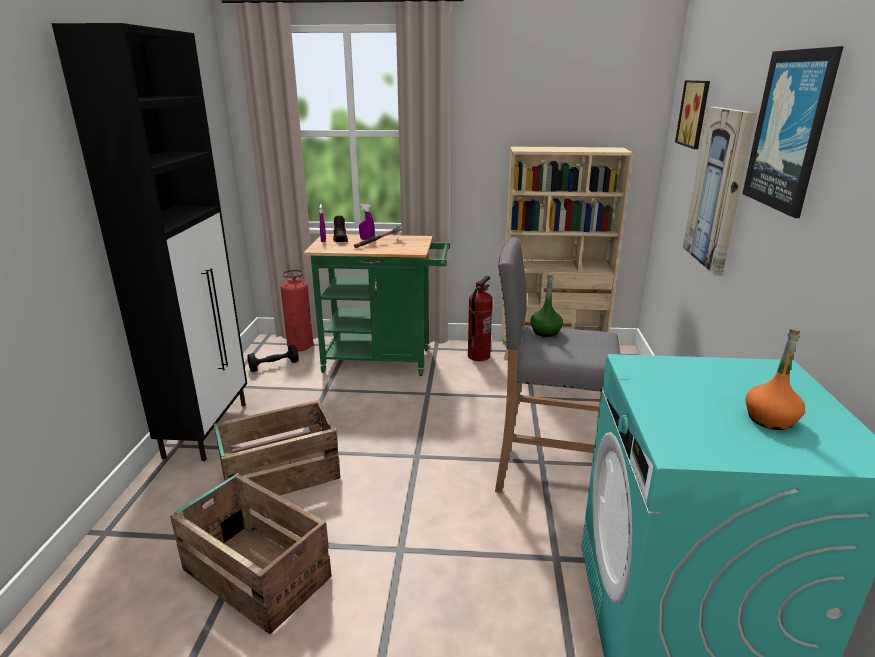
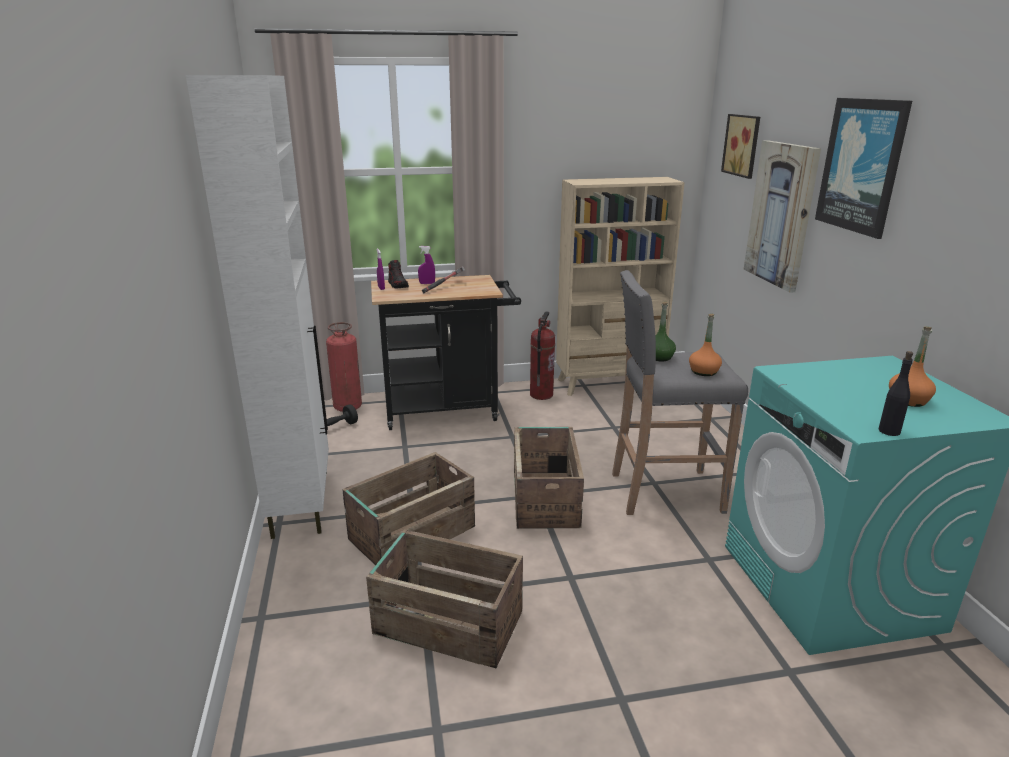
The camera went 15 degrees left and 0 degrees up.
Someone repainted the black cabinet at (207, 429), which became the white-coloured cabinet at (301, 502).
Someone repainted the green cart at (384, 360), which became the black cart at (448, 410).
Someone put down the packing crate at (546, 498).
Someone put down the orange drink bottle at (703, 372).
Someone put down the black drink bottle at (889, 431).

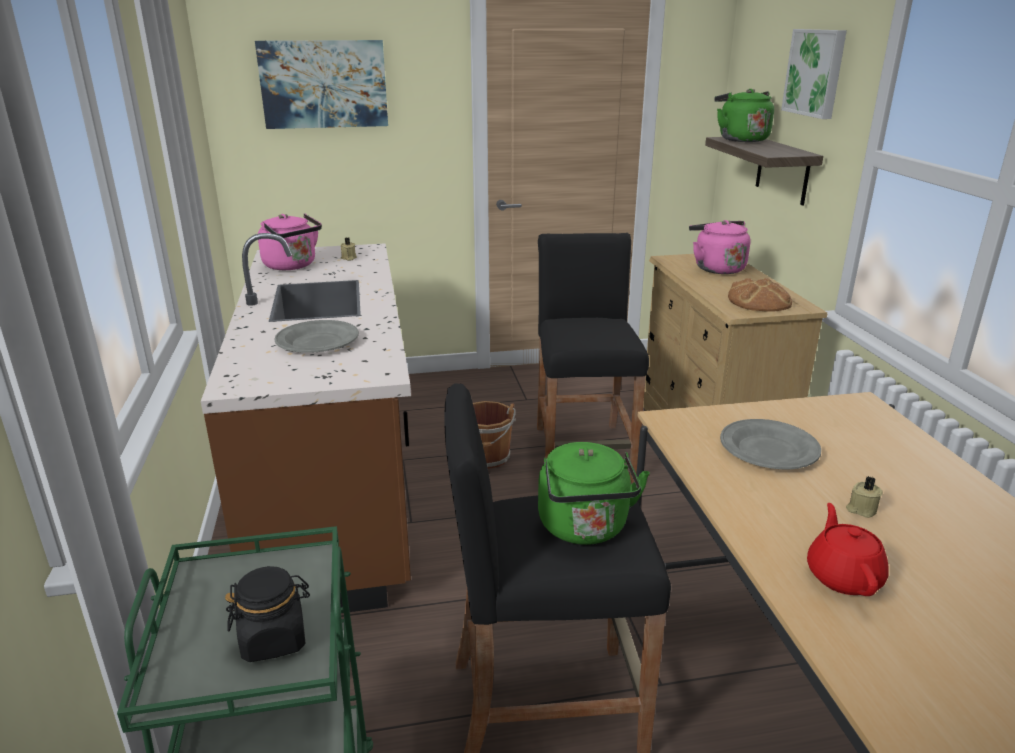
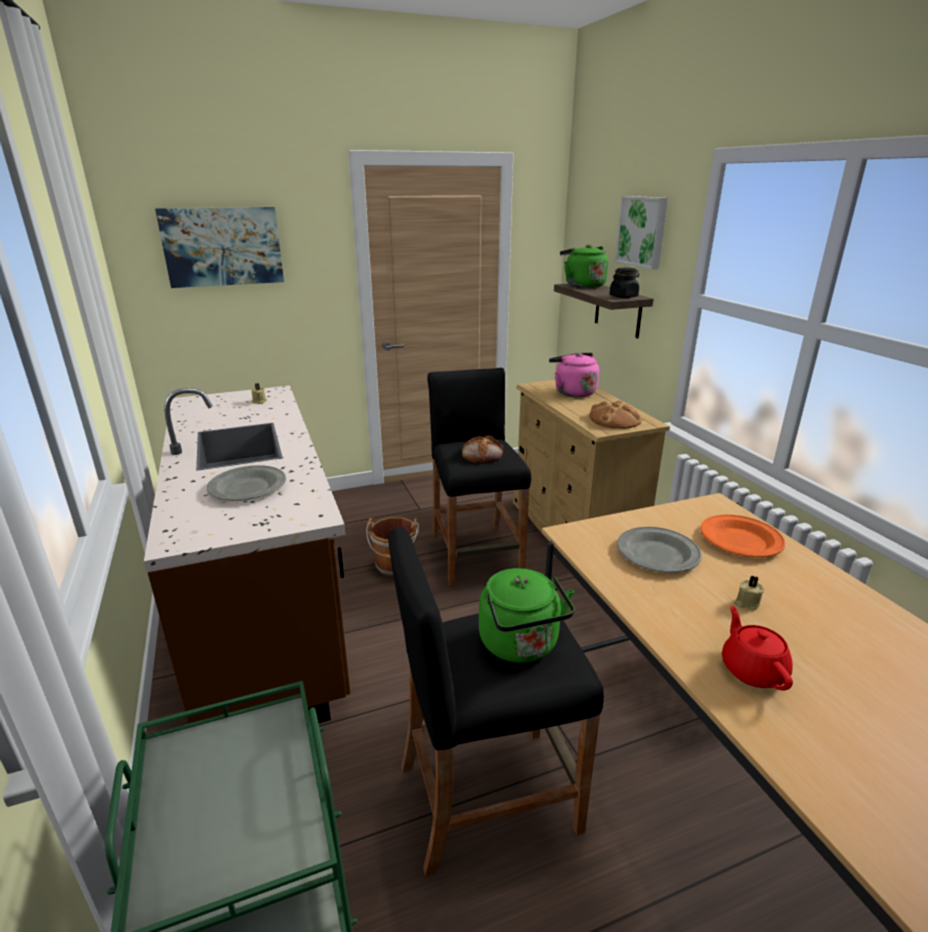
The camera went 10 degrees left and 0 degrees up.
Someone put down the bakery bread at (483, 454).
Someone carried the black jar from (274, 639) to (623, 296).
Someone put down the orange flat dish at (741, 540).
Someone took away the pink tea kettle at (292, 266).

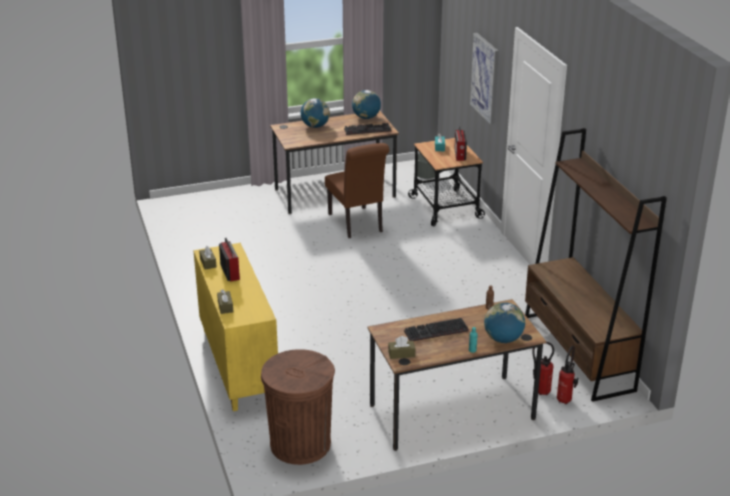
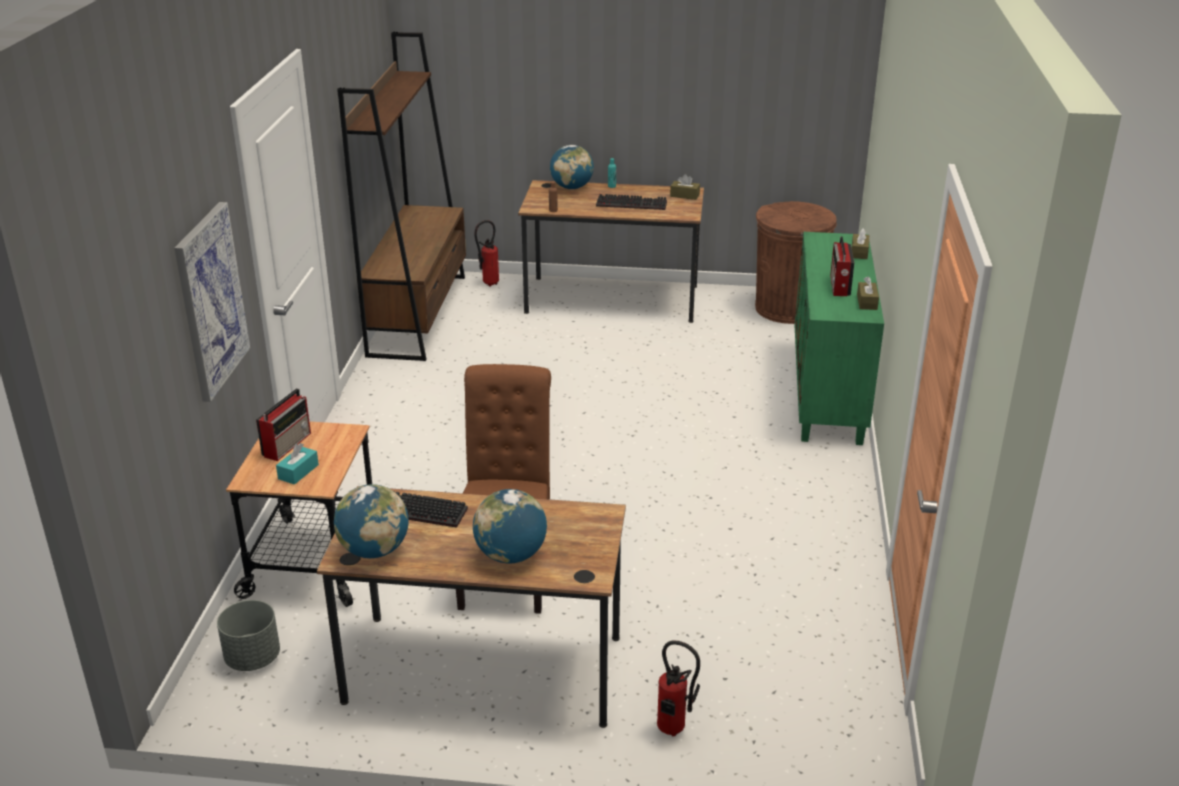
The camera went 155 degrees left and 0 degrees up.
Someone carried the fire extinguisher from (540, 391) to (674, 731).
Someone repainted the yellow-coloured cabinet at (237, 364), which became the green cabinet at (828, 393).

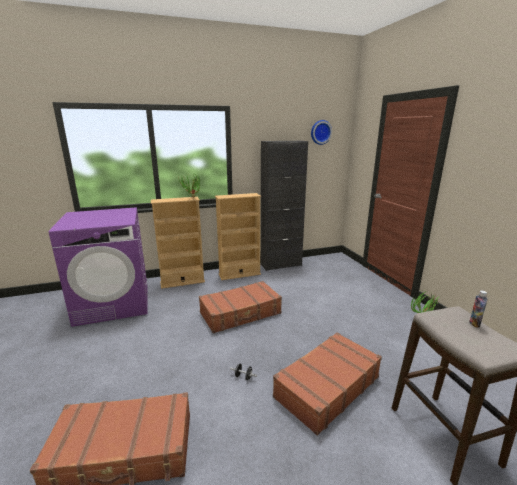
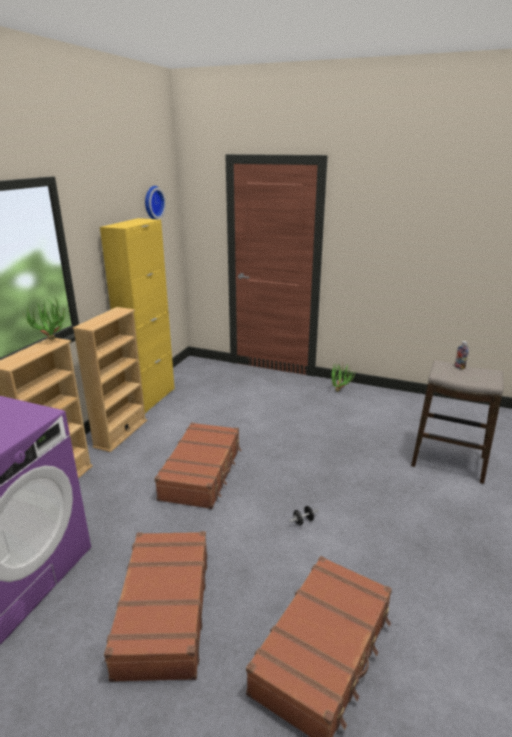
The camera went 50 degrees left and 5 degrees up.
Someone repainted the black cabinet at (281, 265), which became the yellow-coloured cabinet at (150, 398).
Someone carried the brown-coloured suitcase from (326, 387) to (163, 611).

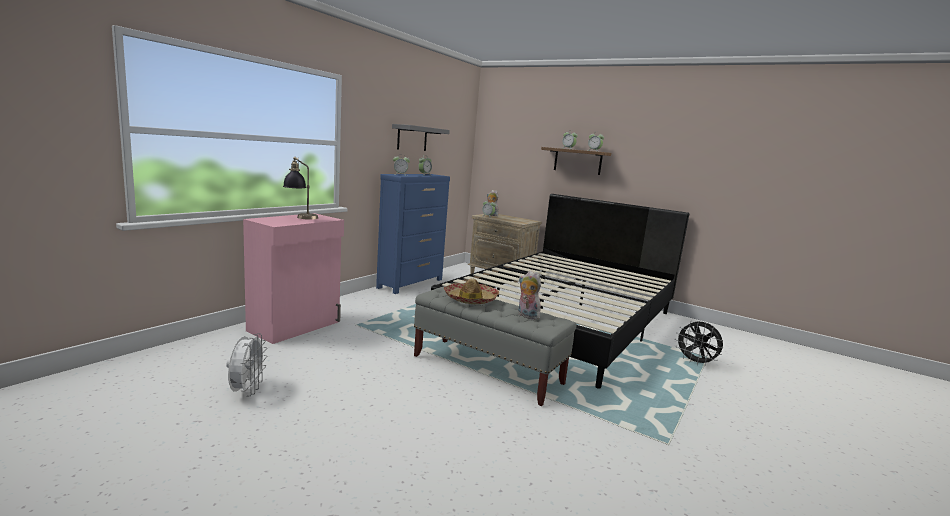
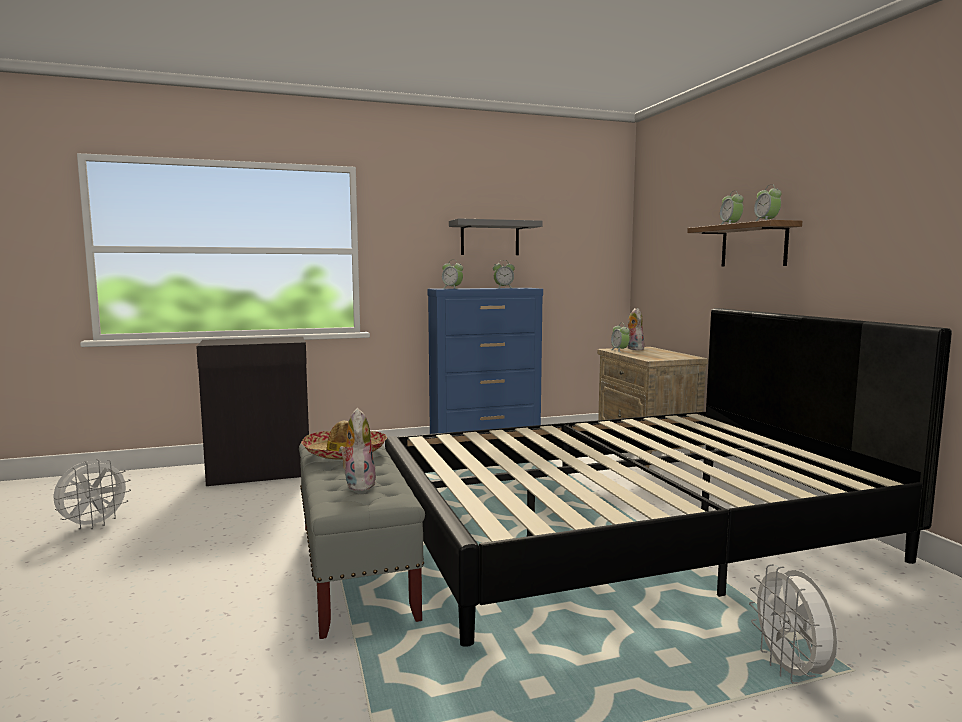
The camera went 40 degrees right and 5 degrees down.
Someone repainted the pink cabinet at (296, 326), which became the black cabinet at (260, 473).
Someone repainted the black cooling fan at (696, 362), which became the white-coloured cooling fan at (791, 672).
Someone took away the tabletop lamp at (301, 218).

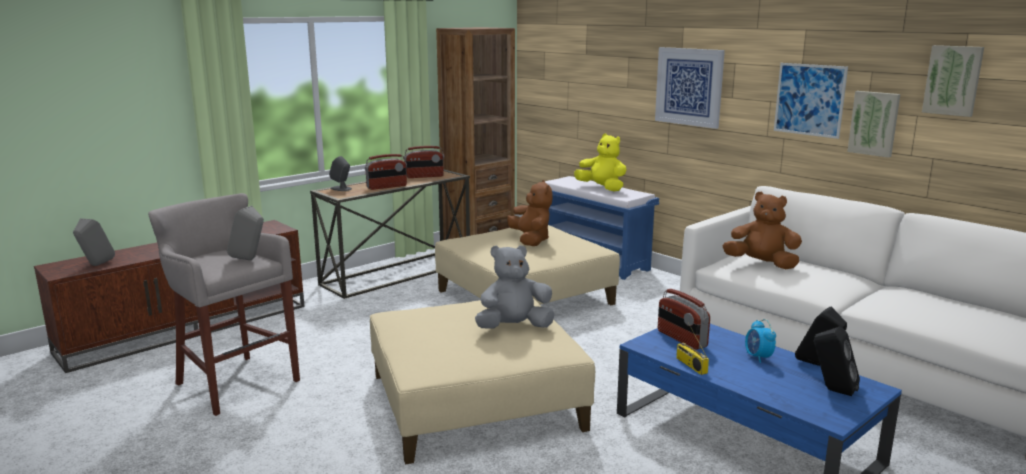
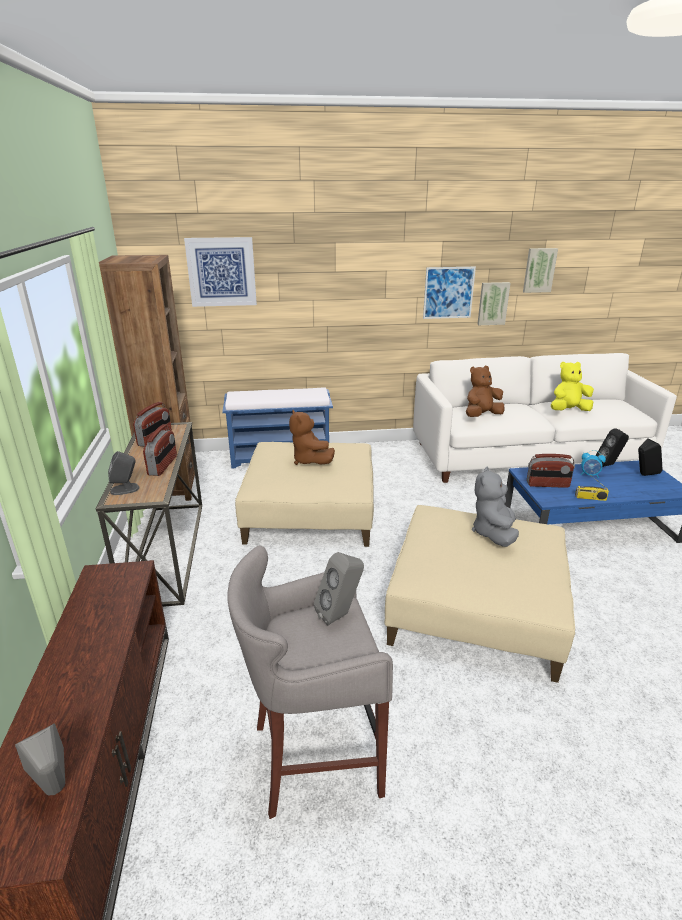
The camera went 55 degrees left and 10 degrees up.
Someone carried the picture from (689, 86) to (221, 272).
Someone rotated the brown-coloured soft toy at (531, 240) by 135 degrees counterclockwise.
Someone carried the yellow-coloured soft toy from (602, 188) to (568, 411).

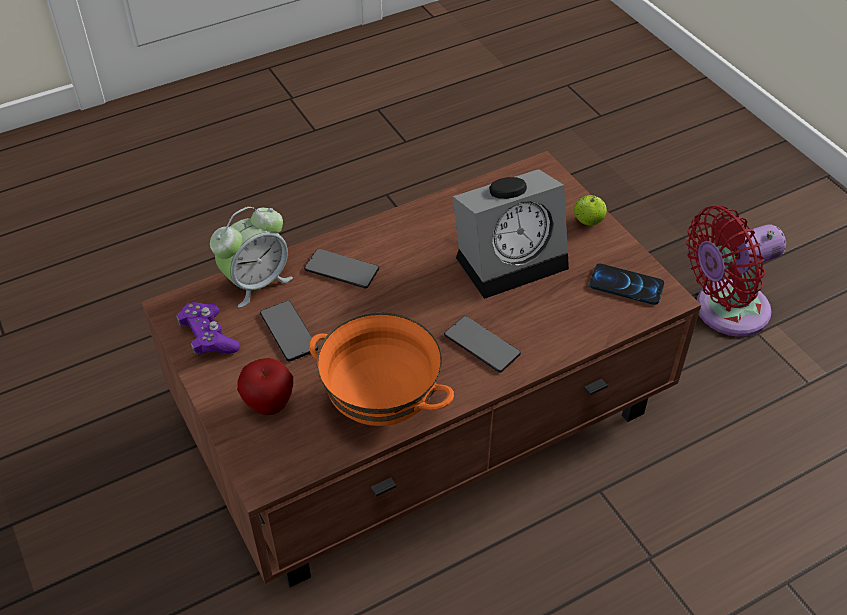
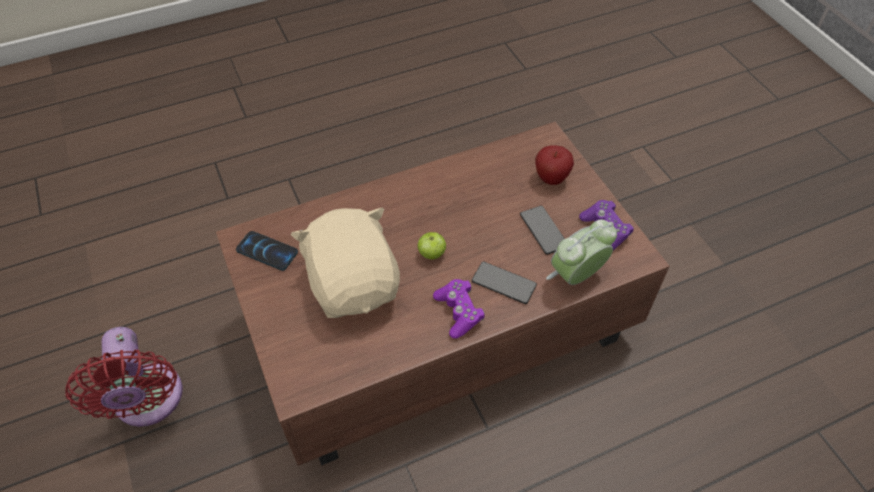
The camera went 175 degrees left and 5 degrees up.
Someone rotated the reddish cooling fan at (725, 311) by 90 degrees clockwise.
Someone swapped the table clock at (512, 258) for the sand-coloured soft toy at (354, 284).
Someone carried the whole apple from (588, 222) to (431, 254).
Someone put down the purple joypad at (459, 312).
Someone took away the orange deep dish at (380, 406).
Someone took away the handset at (482, 345).

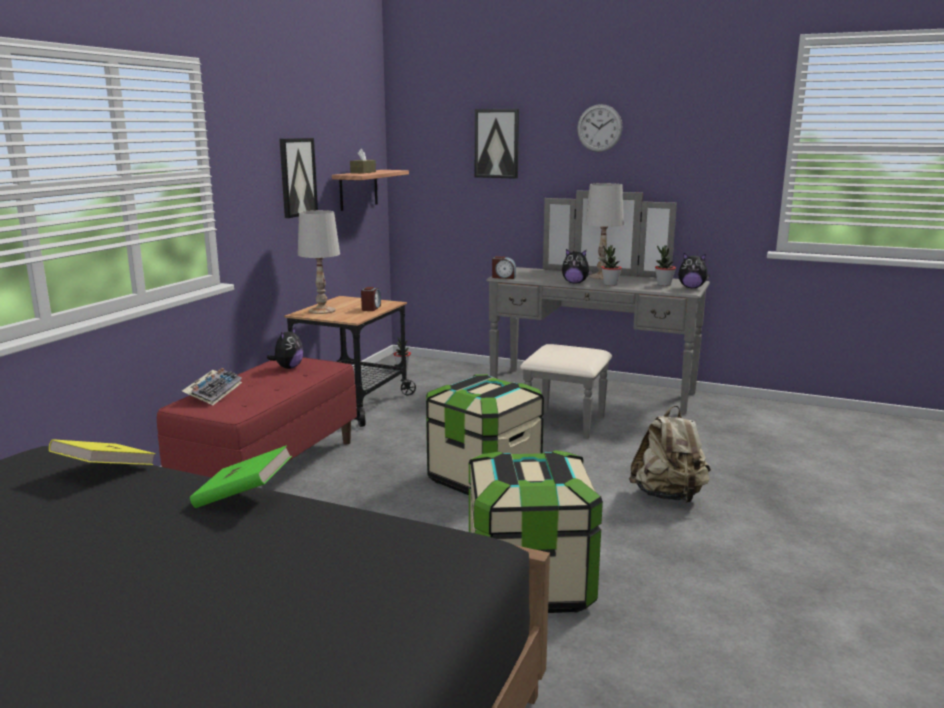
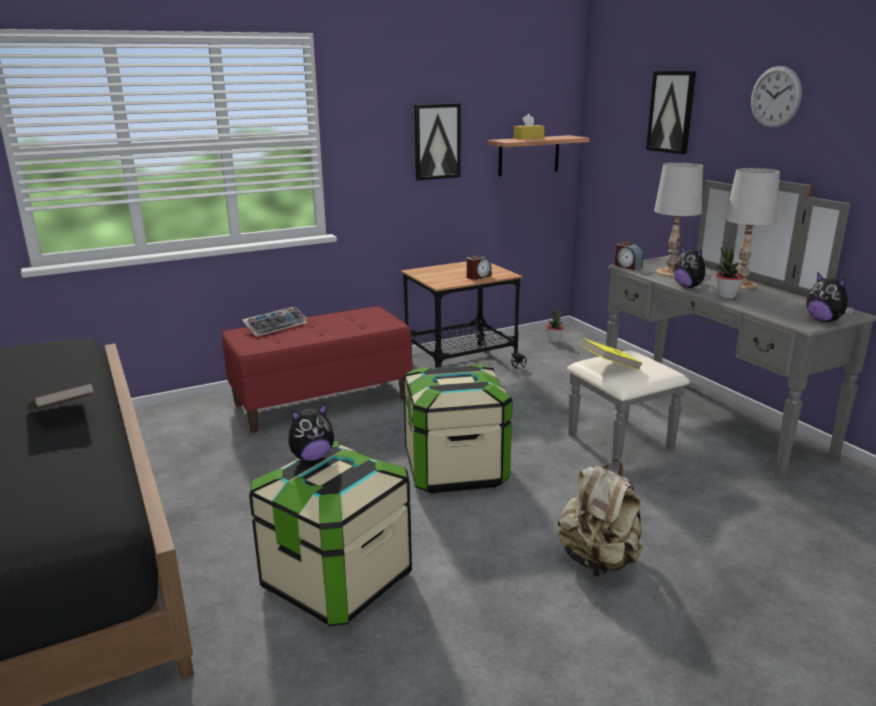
The camera went 40 degrees right and 5 degrees up.
Someone repainted the green volume at (243, 497), which became the brown-coloured volume at (63, 413).
Someone carried the soft toy from (288, 367) to (312, 457).
Someone repainted the brown-coloured tissue box at (363, 172), which became the yellow-coloured tissue box at (528, 138).
Someone carried the yellow-coloured volume from (105, 471) to (609, 366).
Someone carried the white-coloured tabletop lamp from (322, 310) to (671, 273).
Someone took away the houseplant at (664, 284).

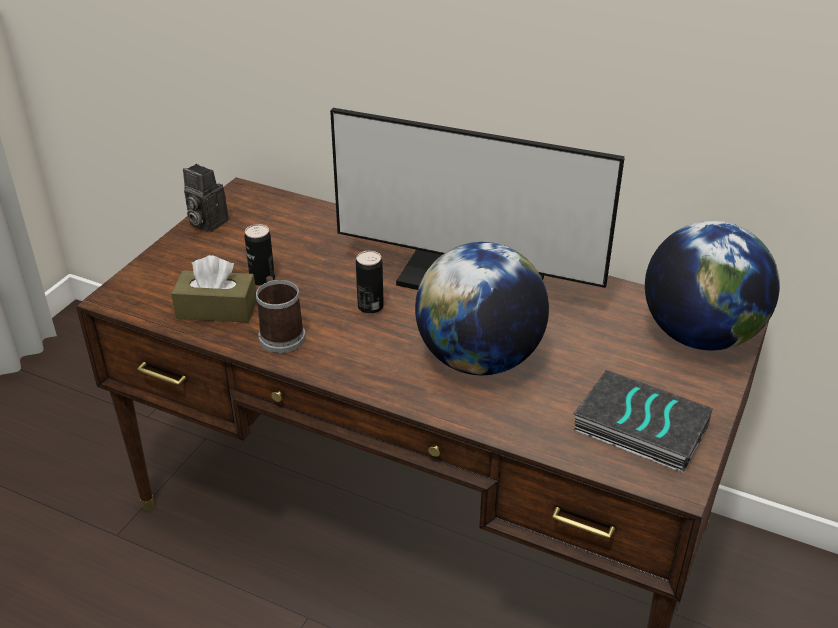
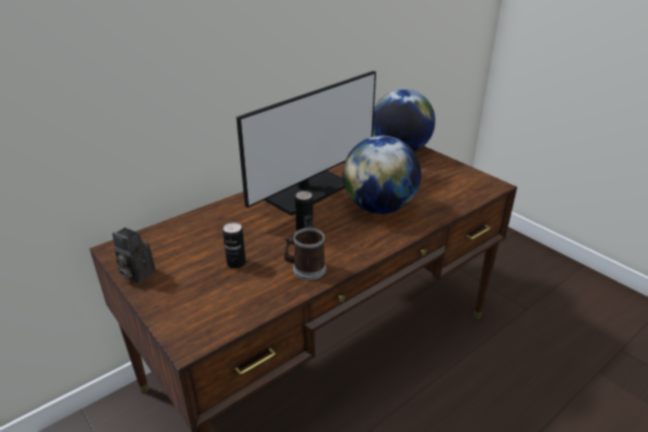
The camera went 65 degrees left and 5 degrees down.
Someone rotated the still camera at (206, 222) by 60 degrees clockwise.
Someone took away the brown-coloured tissue box at (217, 309).
Someone took away the volume at (638, 428).

